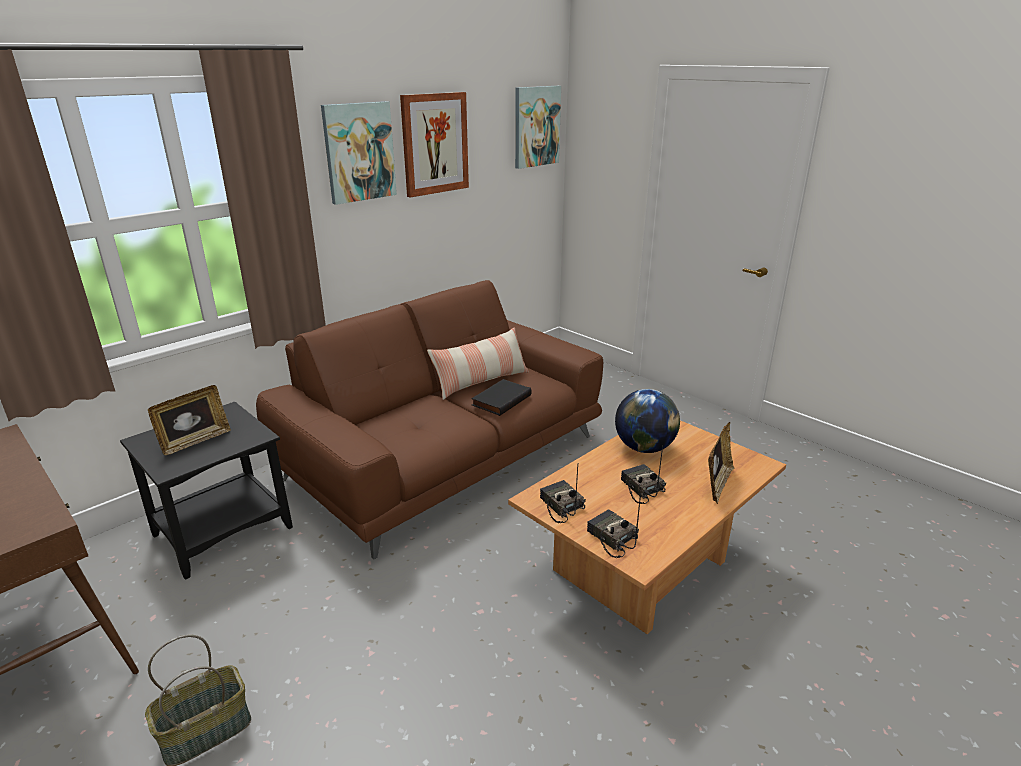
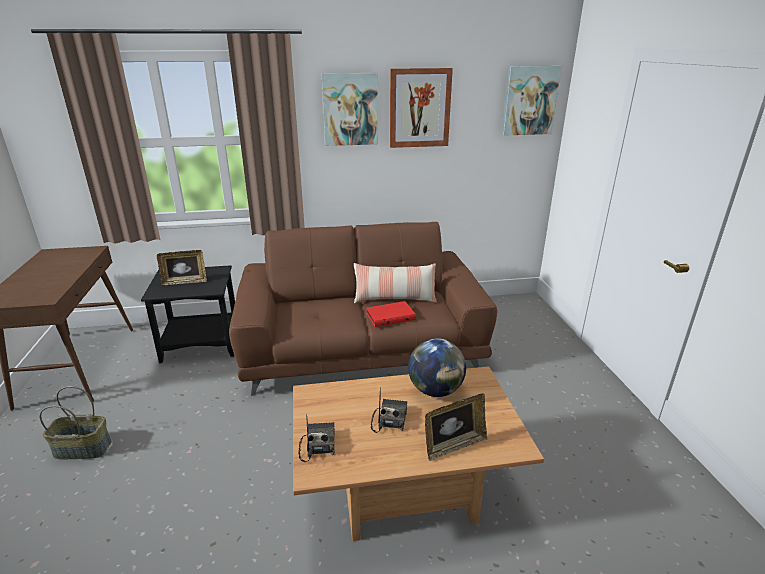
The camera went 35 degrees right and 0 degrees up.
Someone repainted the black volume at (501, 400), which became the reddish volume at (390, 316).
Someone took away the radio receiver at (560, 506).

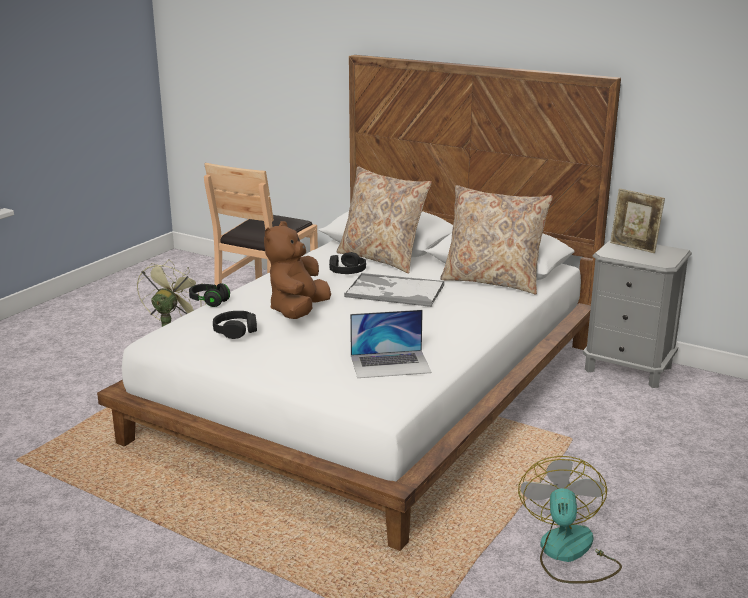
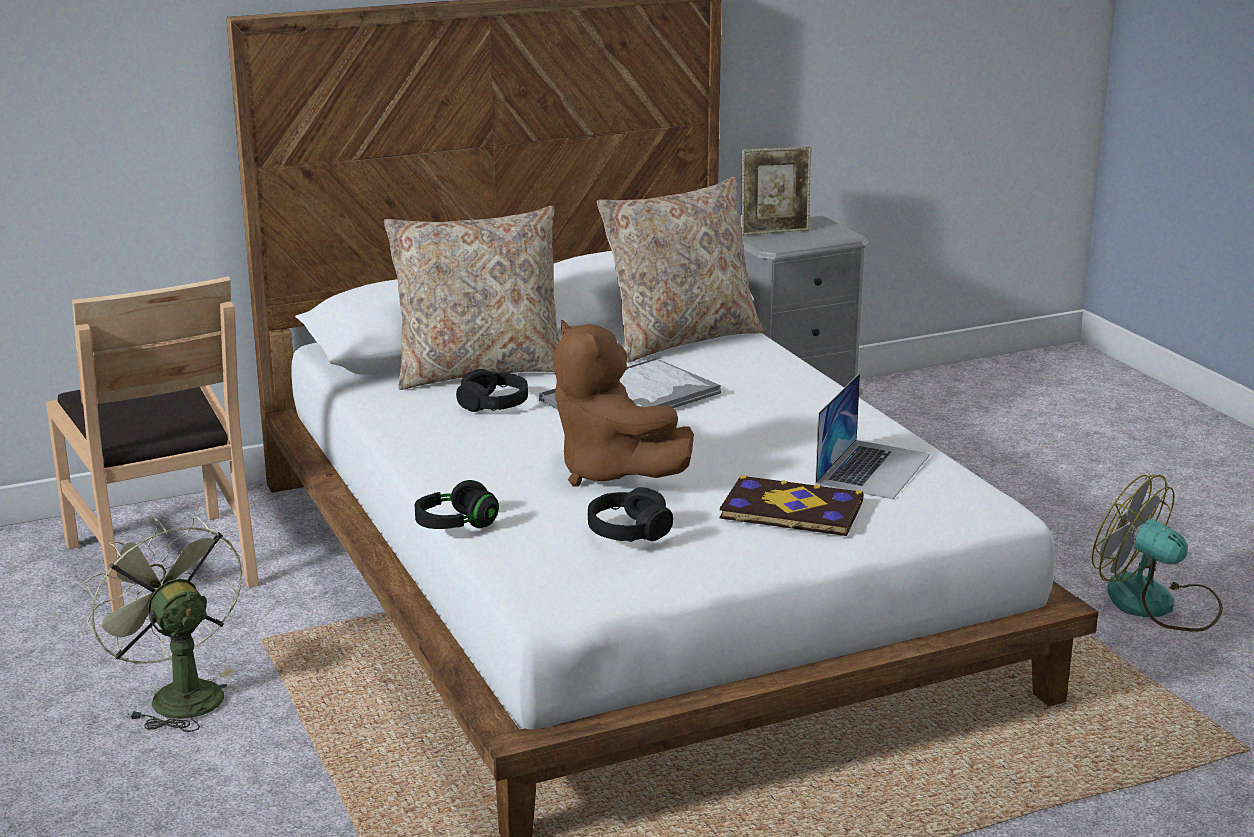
The camera went 55 degrees left and 0 degrees up.
Someone put down the volume at (791, 511).

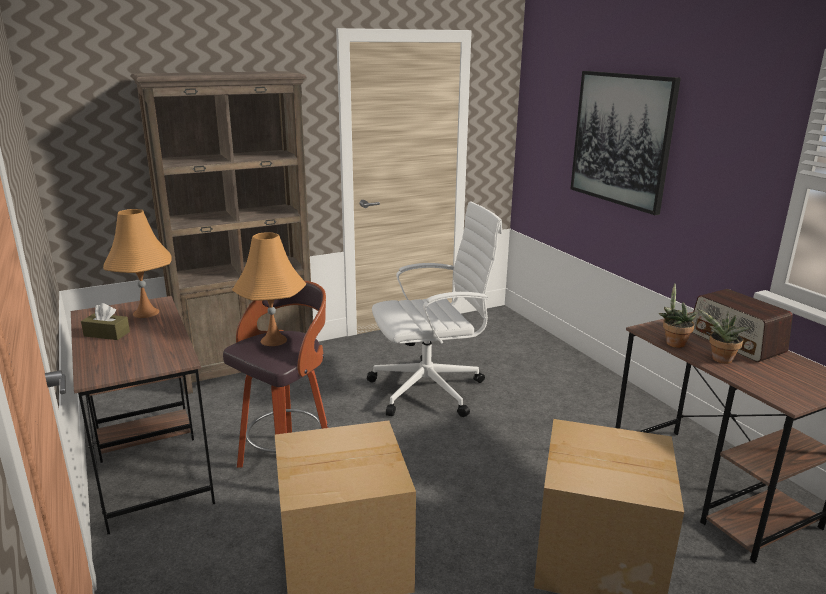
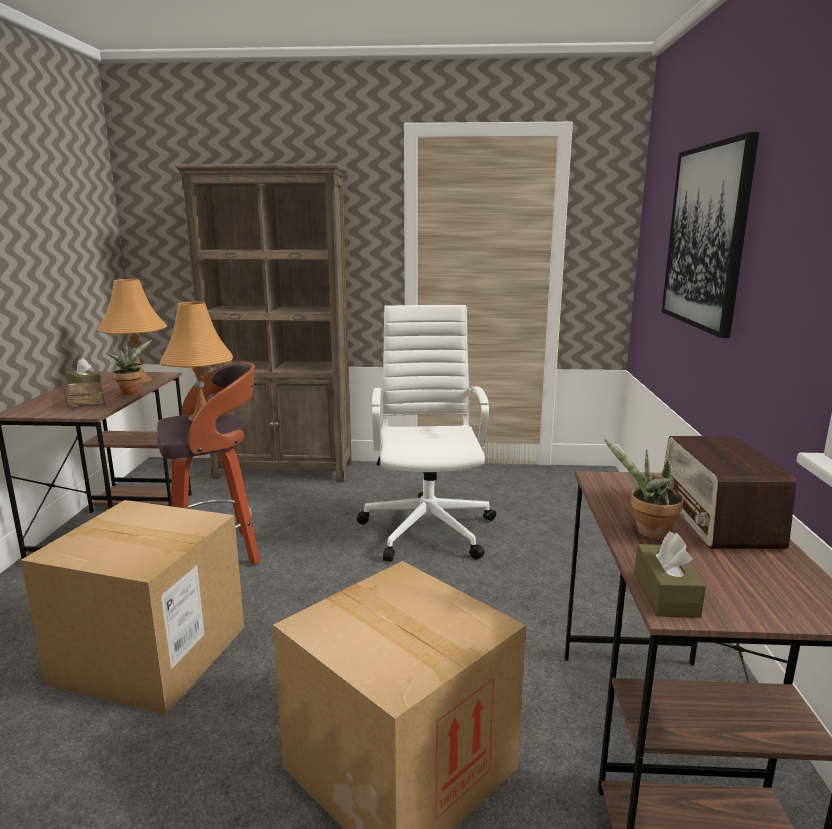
The camera went 30 degrees right and 5 degrees down.
Someone put down the brown-coloured volume at (85, 402).
Someone carried the houseplant from (673, 342) to (131, 392).
Someone rotated the white-coloured office chair at (431, 389) by 105 degrees counterclockwise.
Someone put down the brown-coloured tissue box at (665, 594).

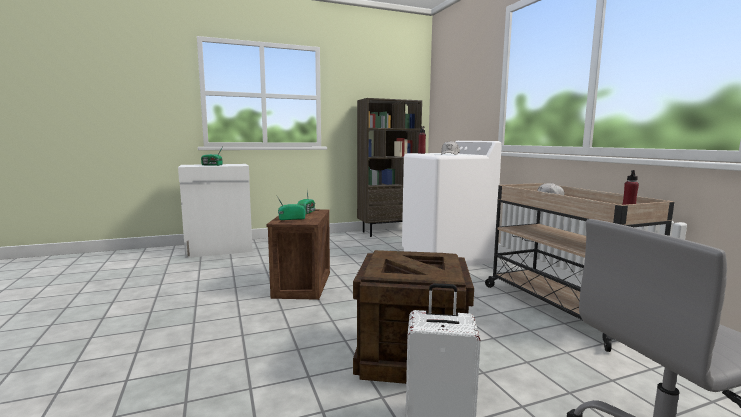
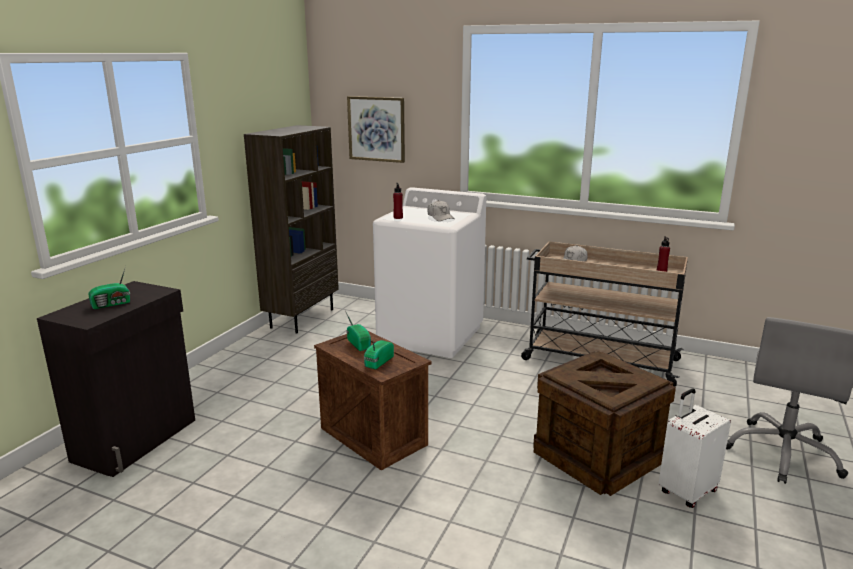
The camera went 45 degrees left and 10 degrees up.
Someone repainted the white-coloured cabinet at (220, 250), which became the black cabinet at (137, 440).
Someone put up the picture at (376, 129).

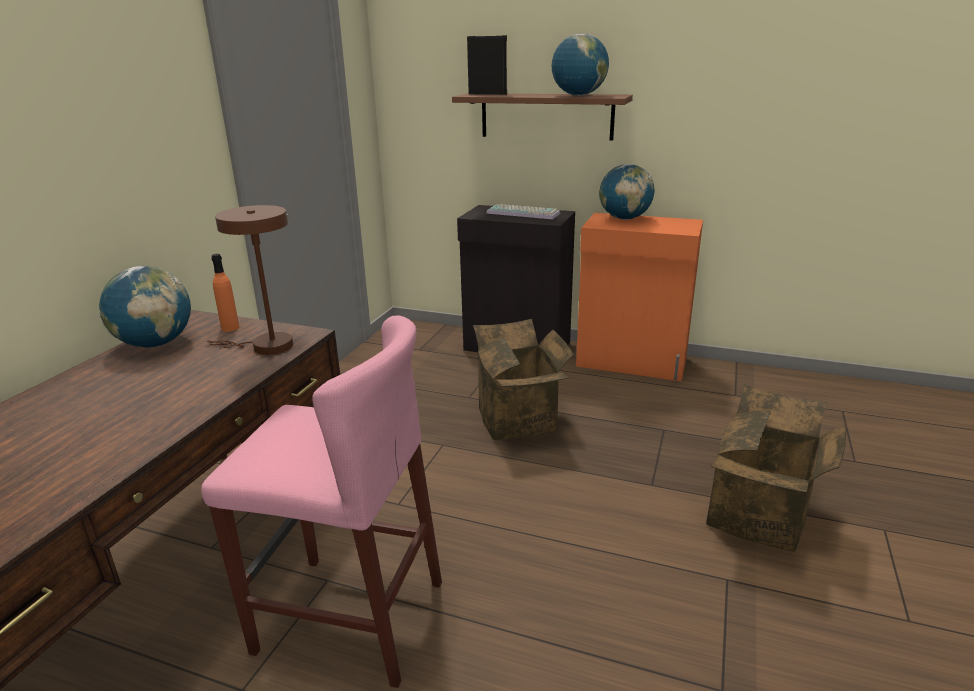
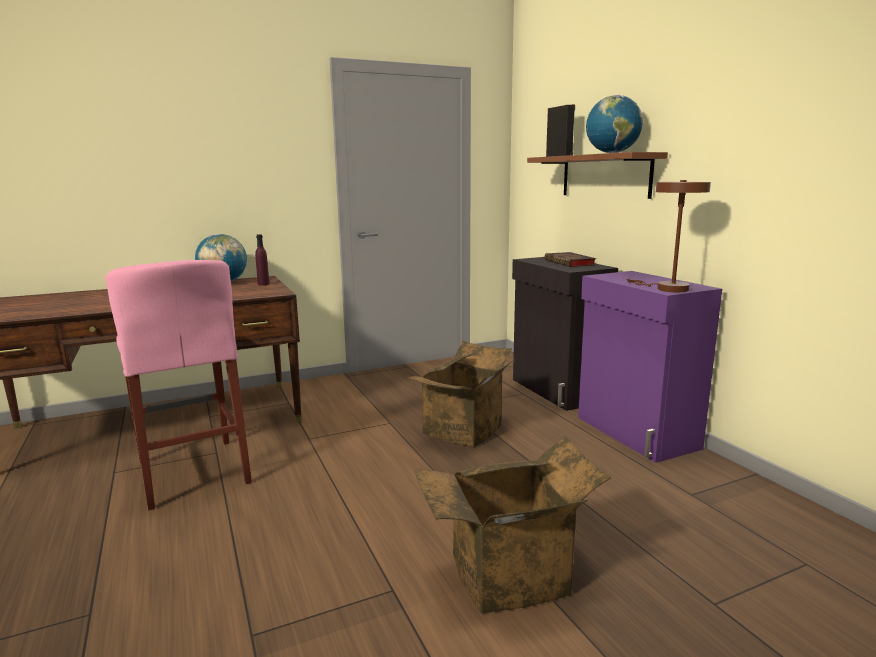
The camera went 45 degrees right and 10 degrees down.
Someone repainted the orange drink bottle at (230, 328), which became the purple drink bottle at (263, 284).
Someone swapped the PC keyboard at (524, 213) for the volume at (571, 263).
Someone repainted the orange cabinet at (632, 362), which became the purple cabinet at (635, 433).
Someone carried the brown-coloured tabletop lamp from (266, 346) to (667, 288).
Someone took away the globe at (624, 218).

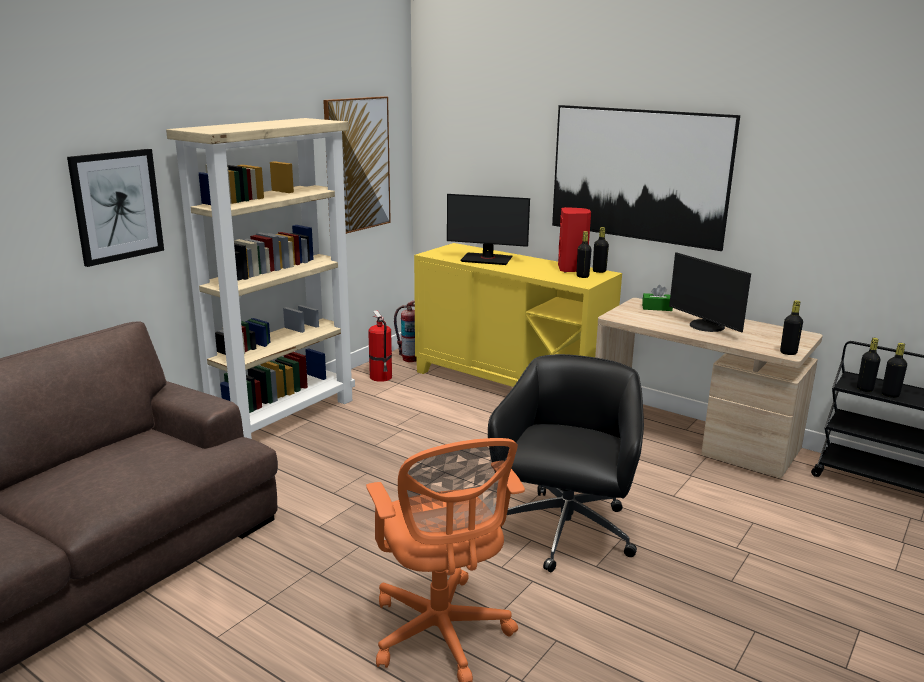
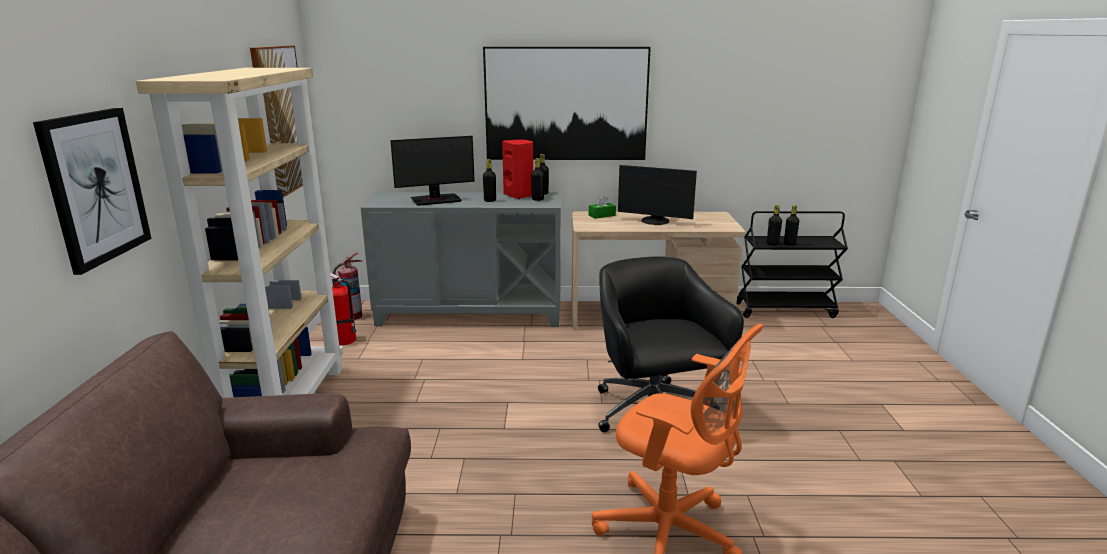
The camera went 35 degrees left and 0 degrees up.
Someone repainted the yellow-coloured cabinet at (510, 384), which became the gray cabinet at (470, 313).
Someone carried the black drink bottle from (788, 353) to (490, 200).

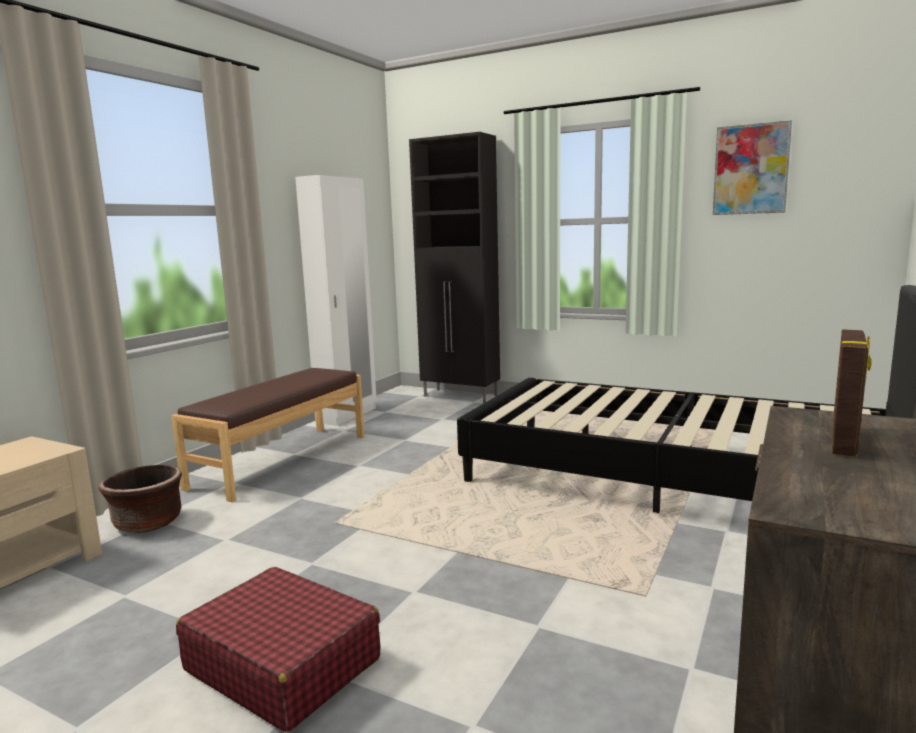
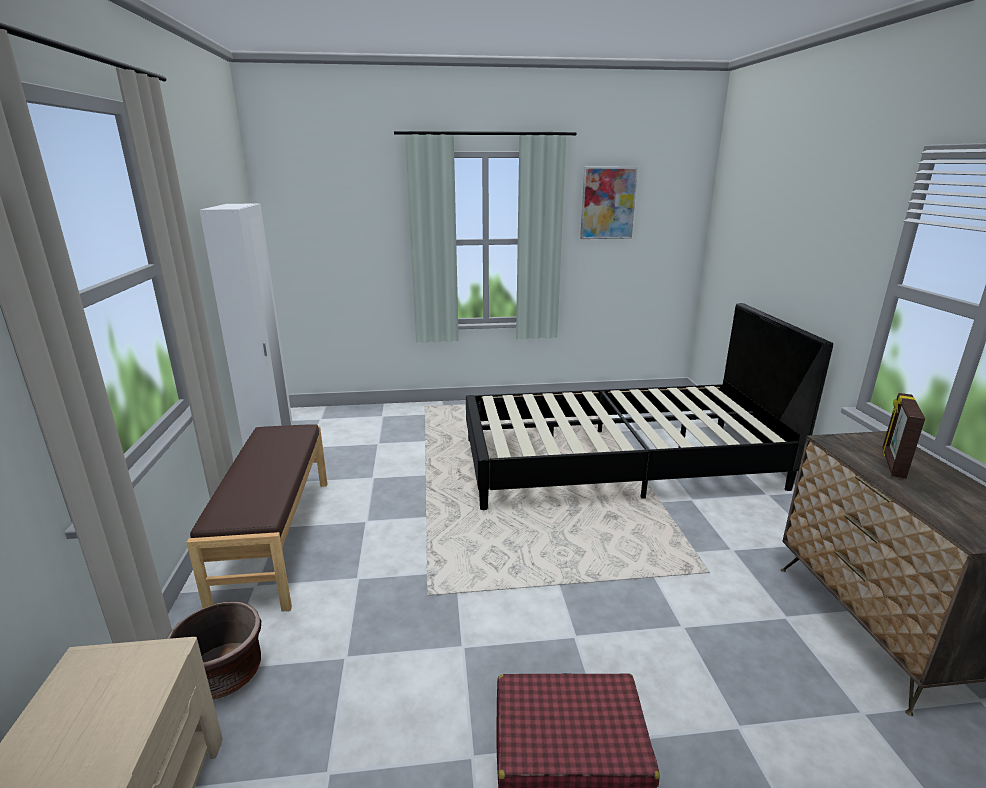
The camera went 35 degrees left and 10 degrees up.
Someone rotated the standing frame at (845, 441) by 150 degrees counterclockwise.
Someone took away the black cabinet at (461, 396).

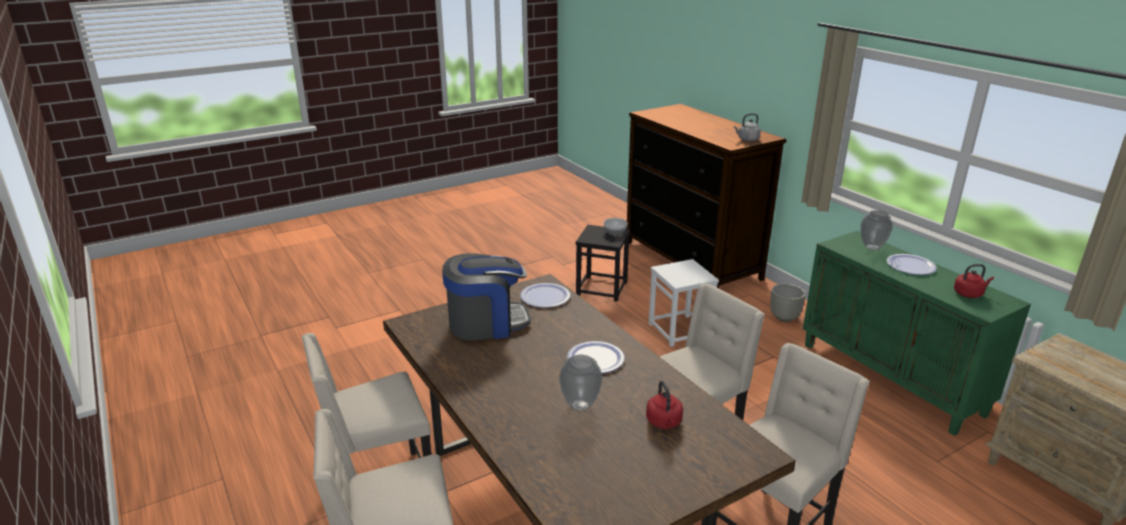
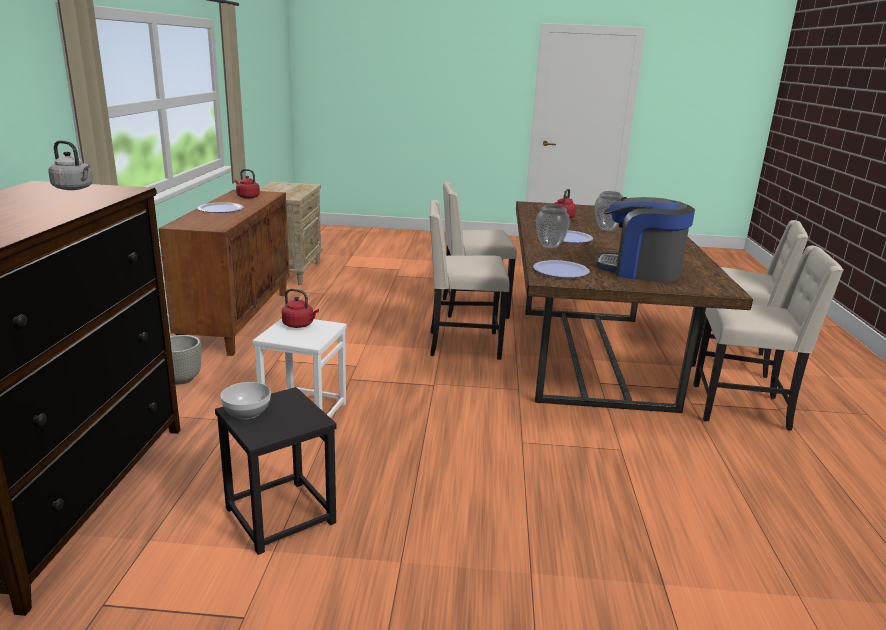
The camera went 145 degrees left and 5 degrees down.
Someone repainted the green cabinet at (891, 379), which became the brown-coloured cabinet at (237, 319).
Someone put down the reddish tea kettle at (299, 325).
Someone carried the vase from (872, 247) to (549, 247).

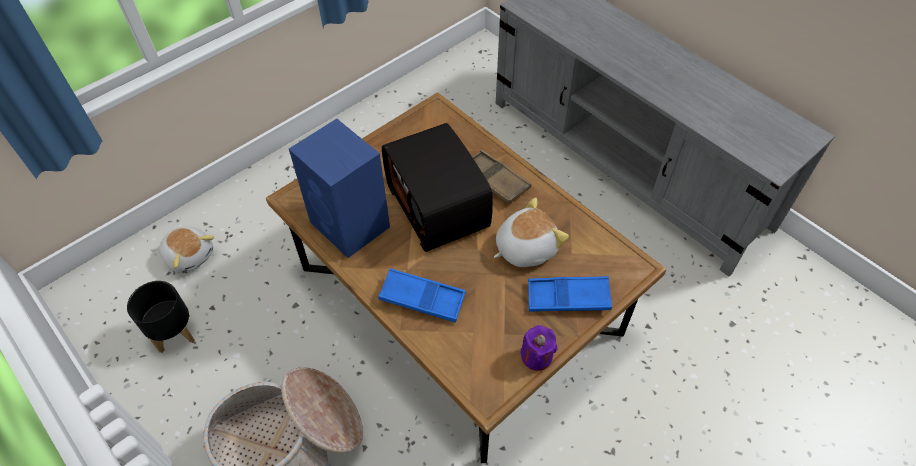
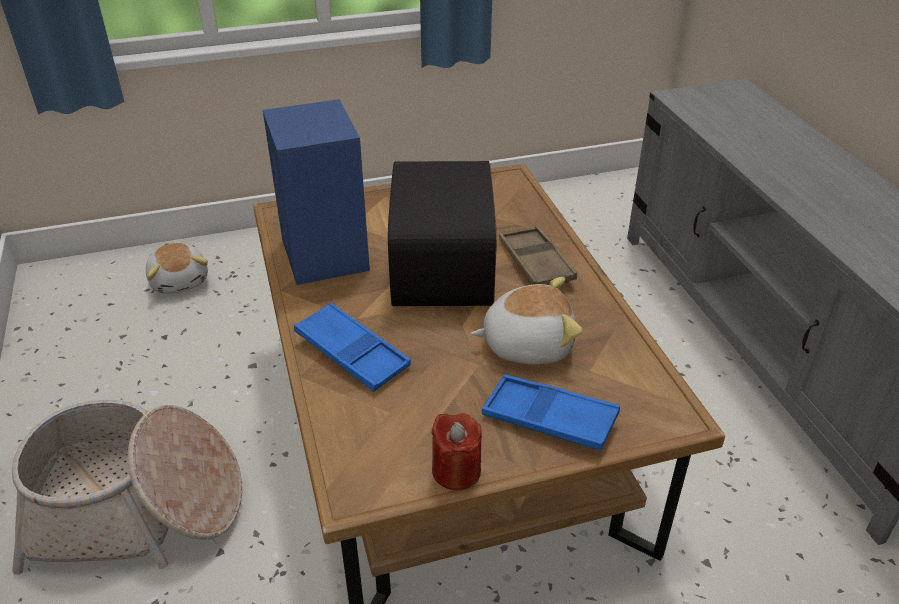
The camera went 25 degrees right and 15 degrees down.
Someone repainted the purple wax light at (536, 356), which became the reddish wax light at (456, 471).
Someone took away the black planter at (173, 333).

